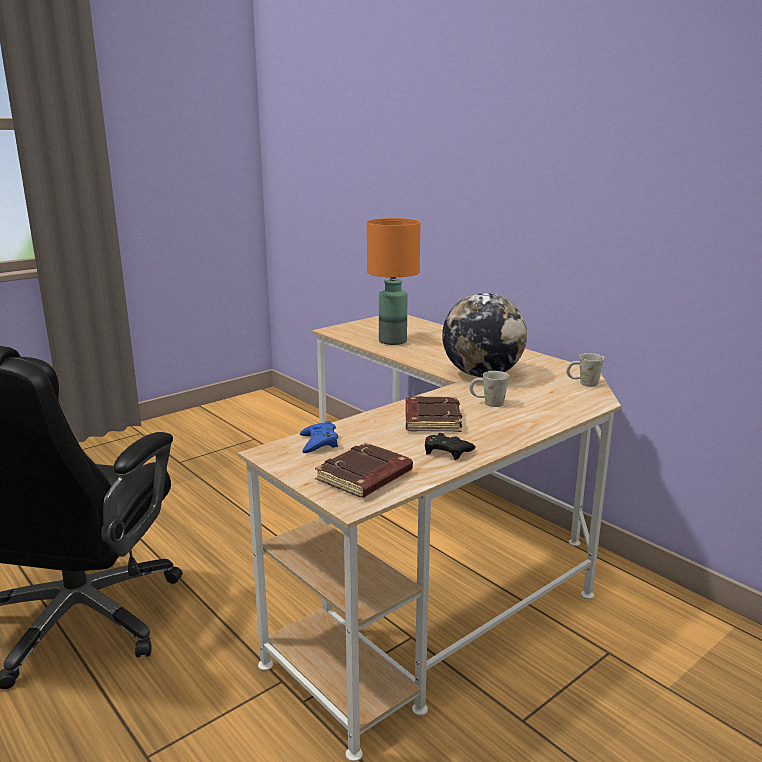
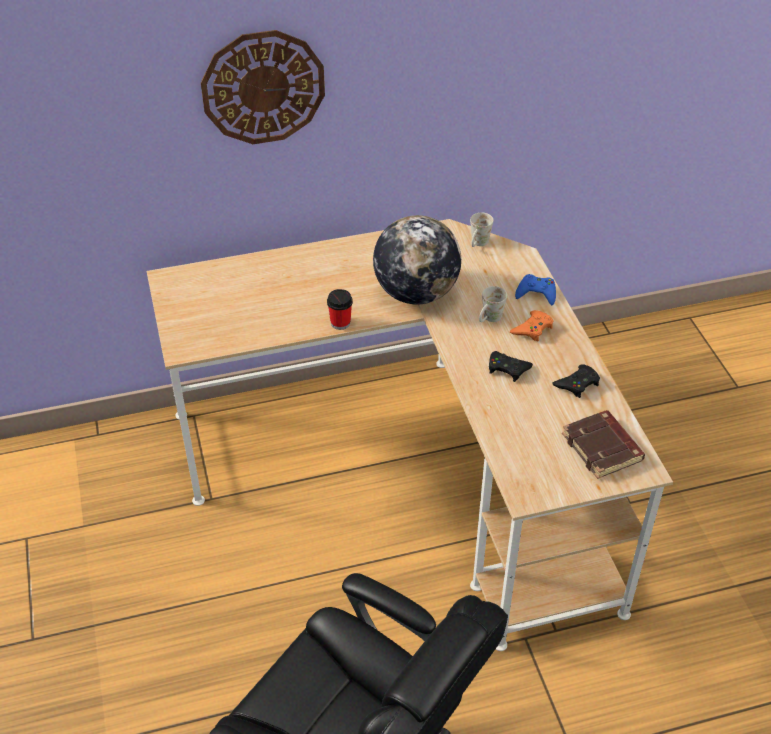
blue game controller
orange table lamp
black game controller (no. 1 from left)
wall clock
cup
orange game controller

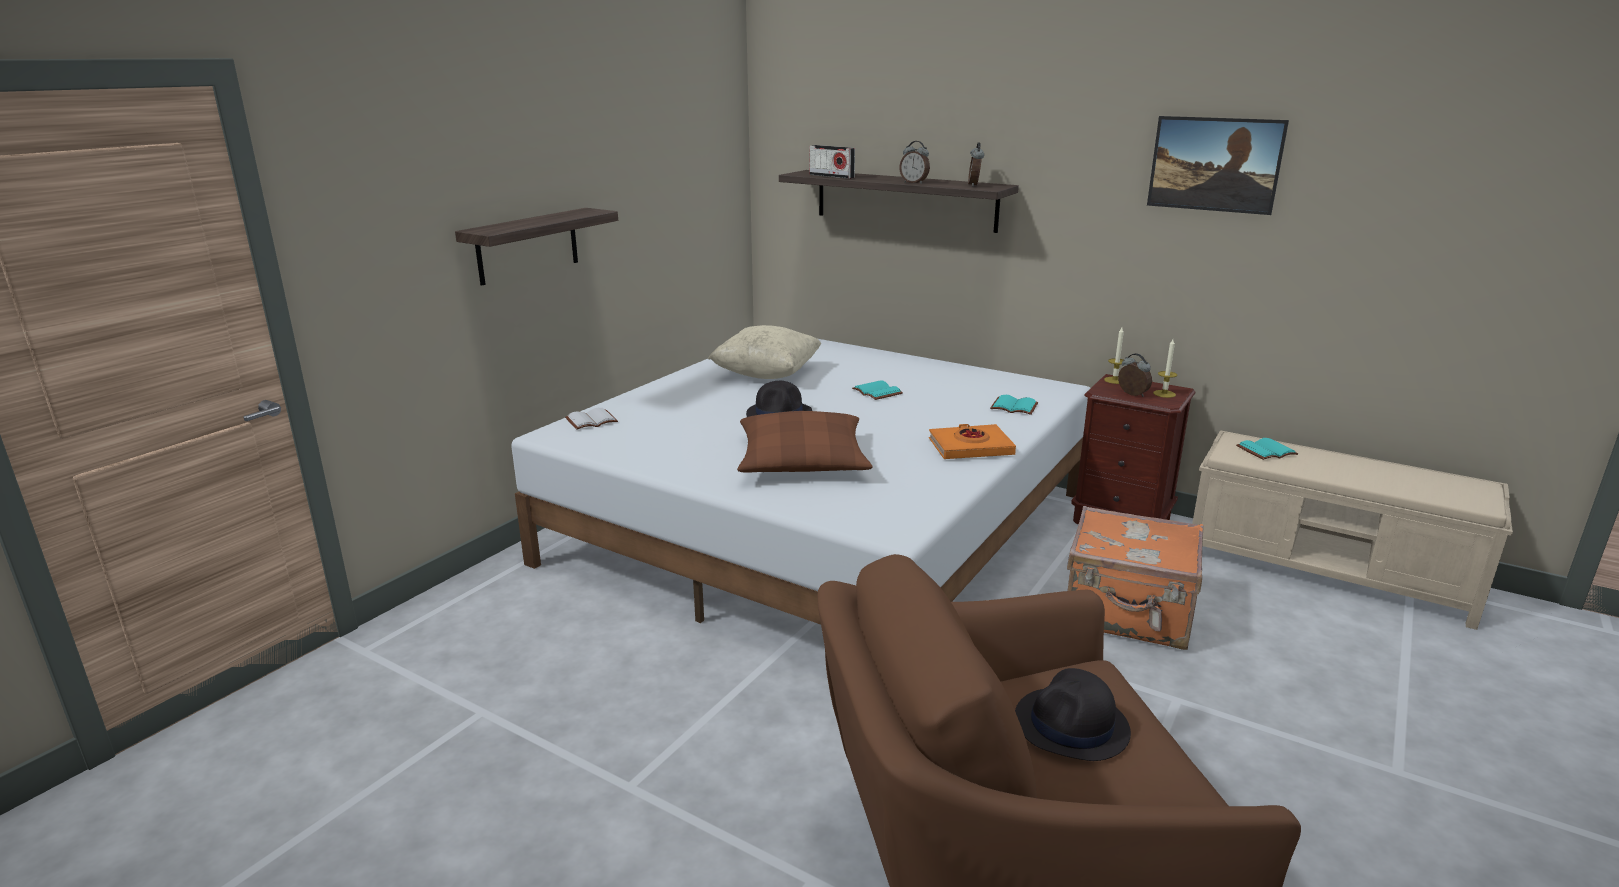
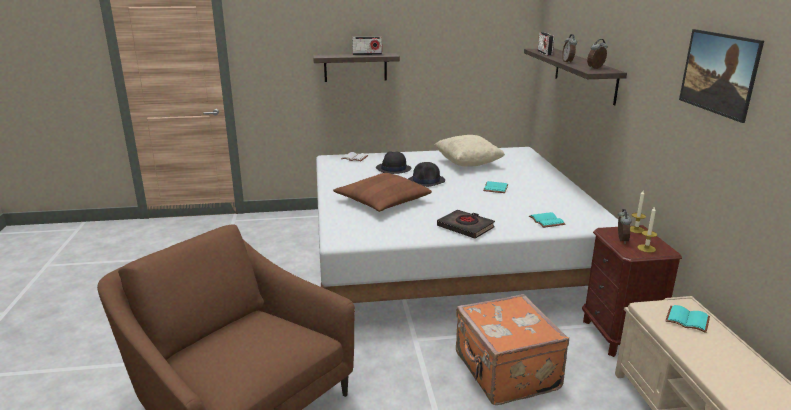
black book
black hat (no. 1 from left)
radio (no. 1 from left)

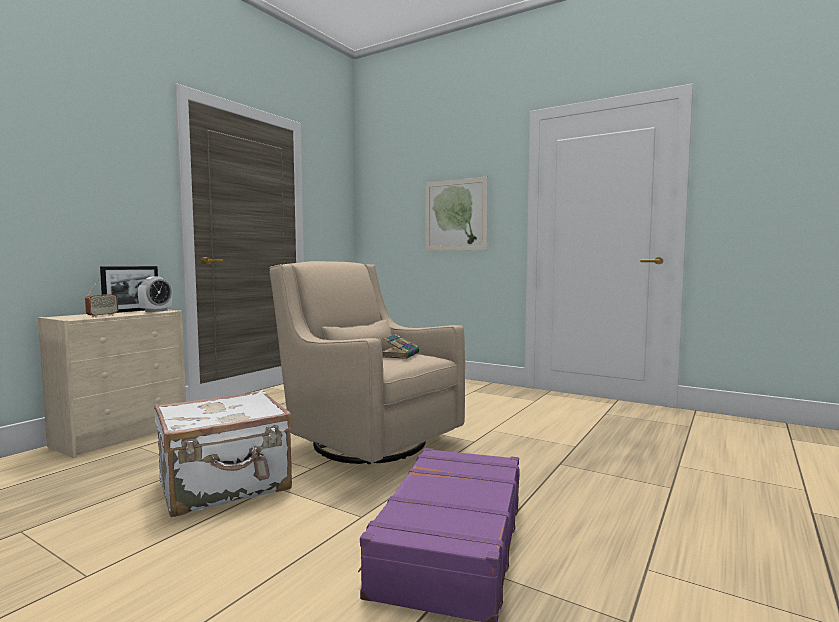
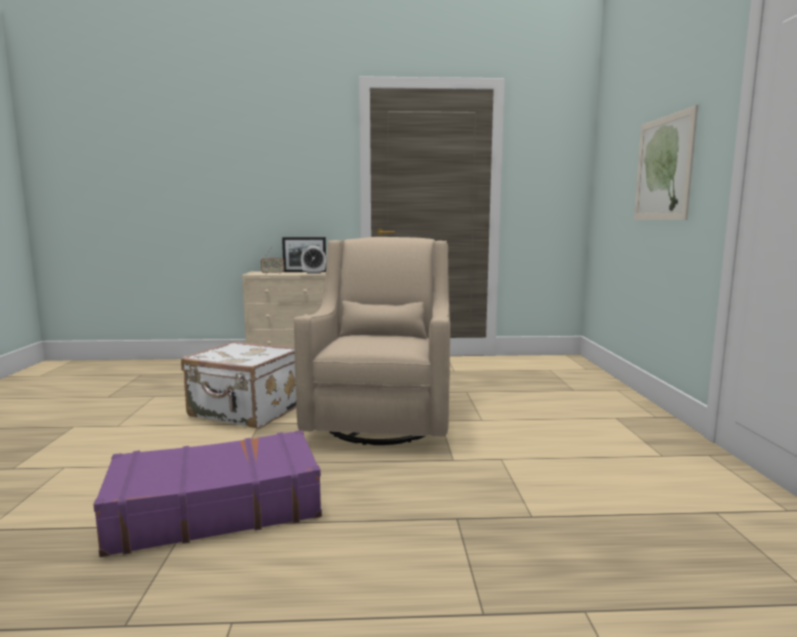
book

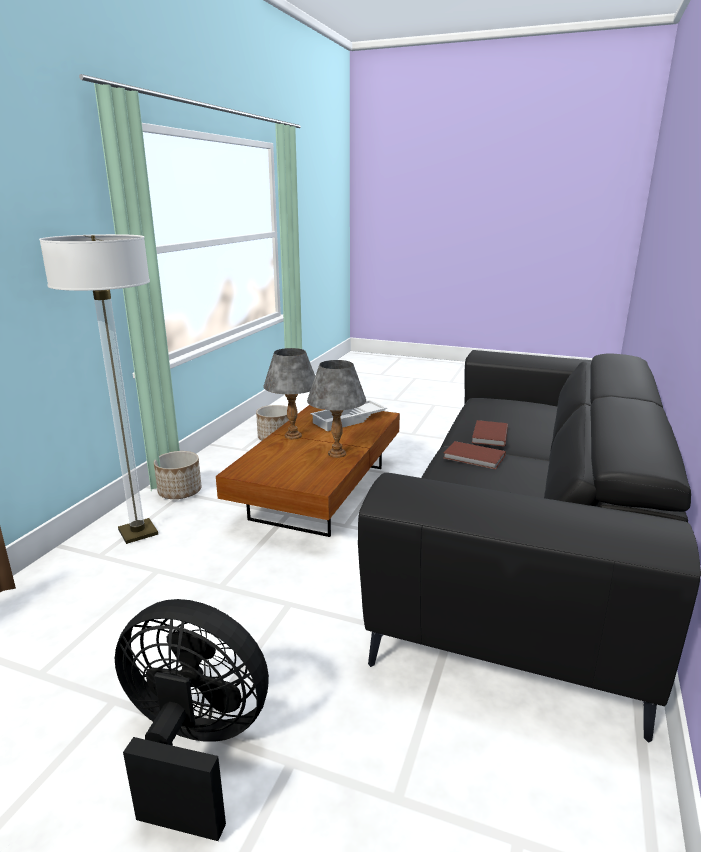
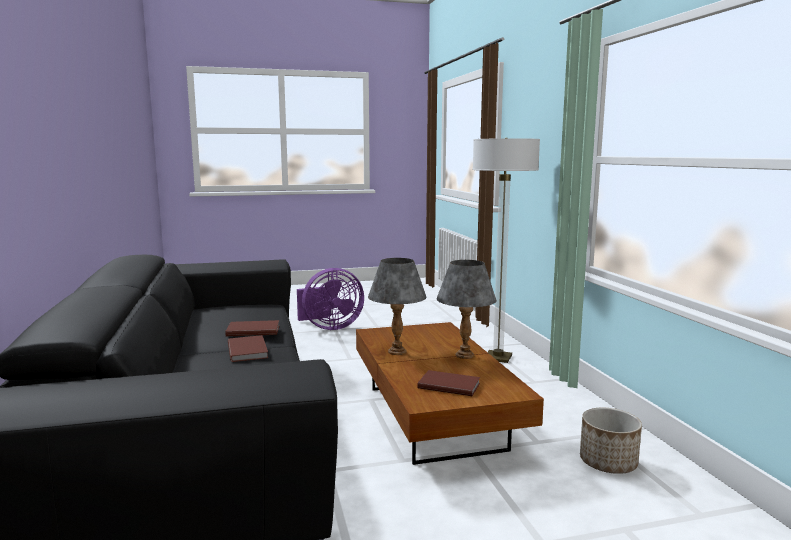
purple fan
planter (no. 1 from left in the first image)
brown book (no. 3 from left)

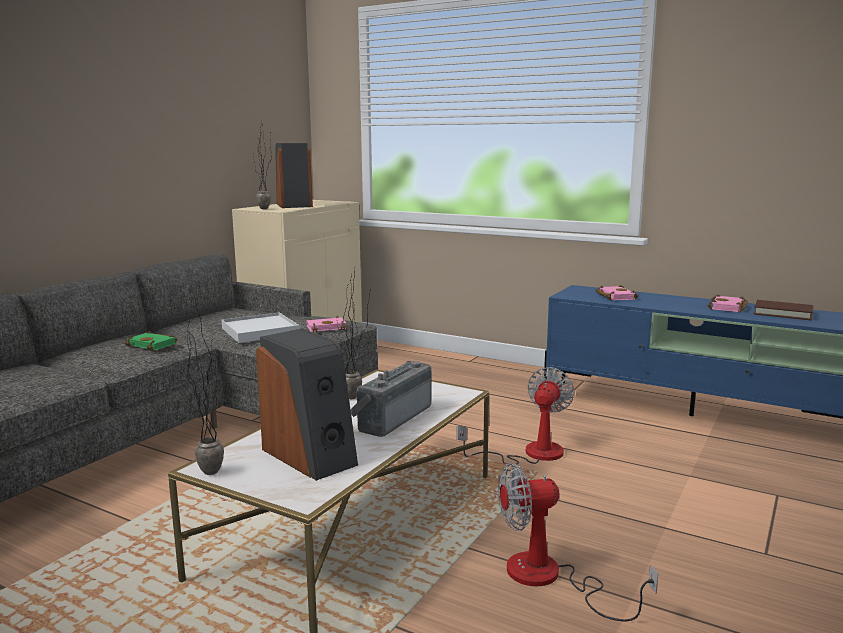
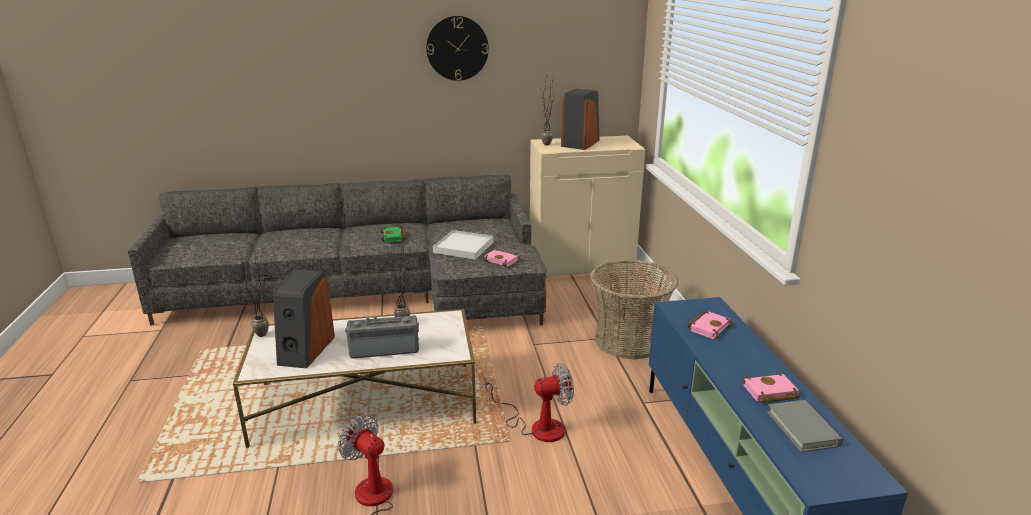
grey book
wall clock
basket

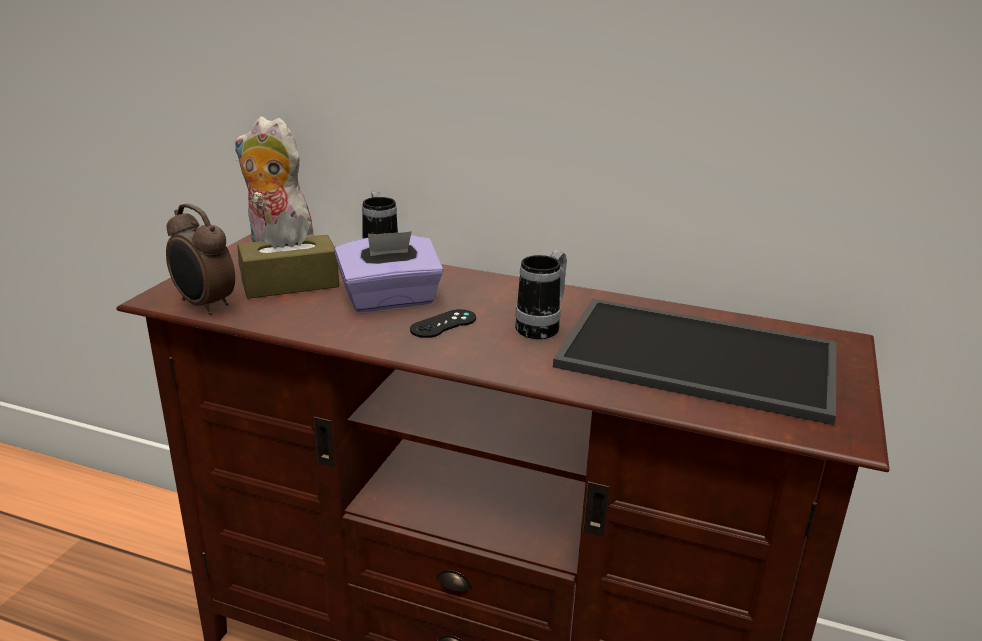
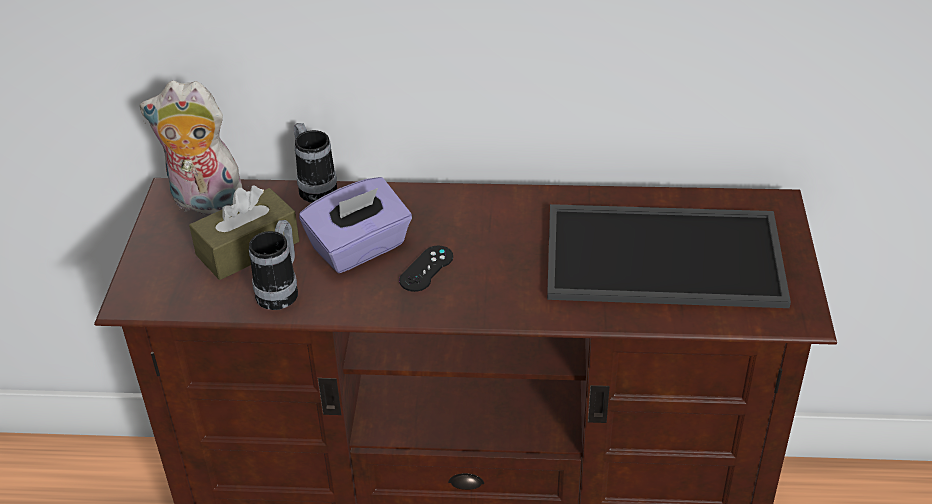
alarm clock
mug (no. 1 from left)

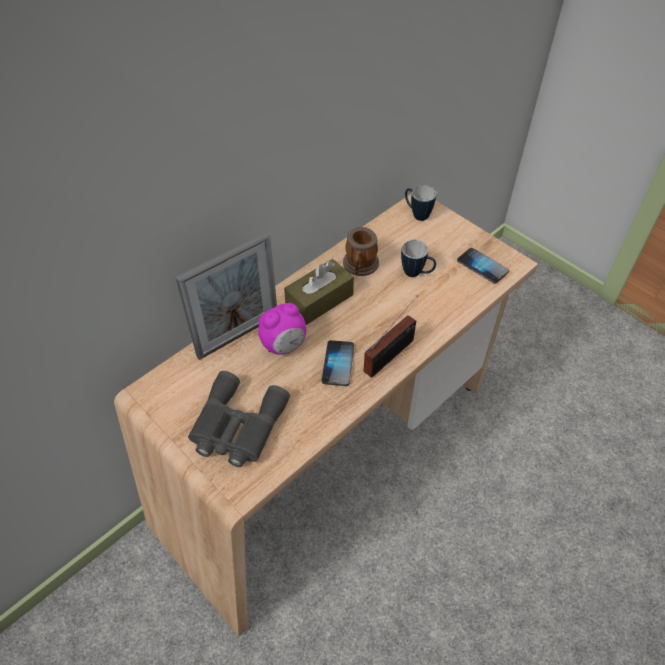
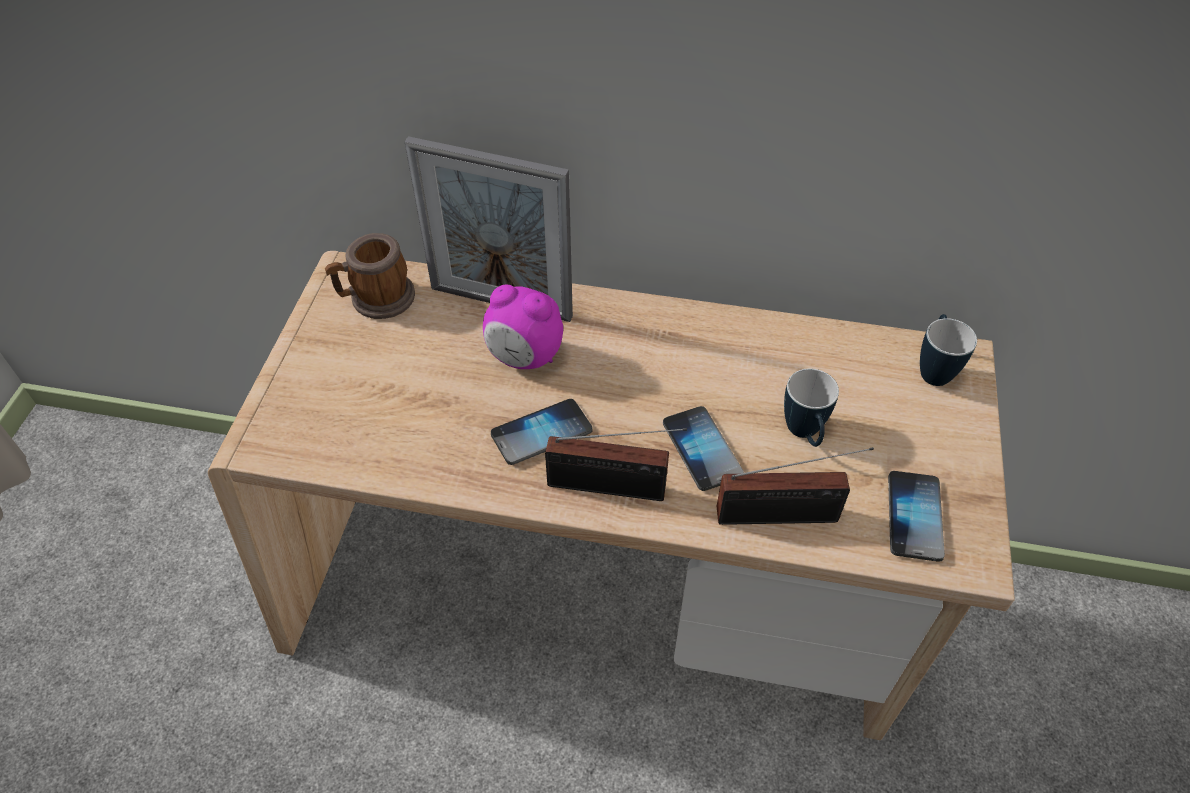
grey binoculars
brown tissue box
mug (no. 1 from left)
phone (no. 2 from left)
radio (no. 2 from left)

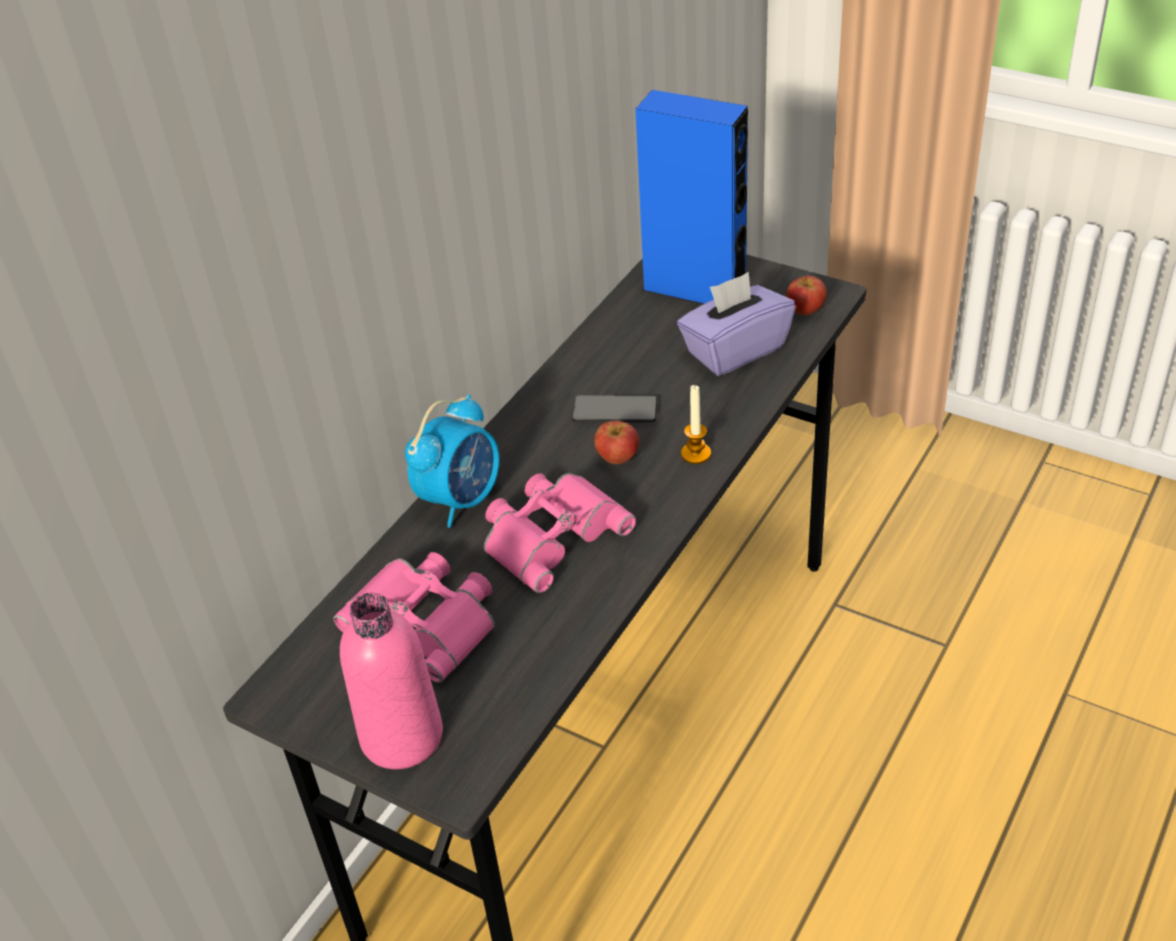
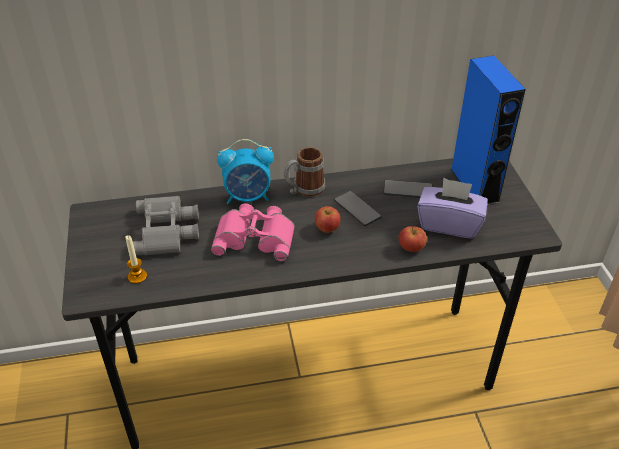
grey binoculars
pink bottle
candle
apple (no. 2 from left)
mug
phone (no. 2 from left)

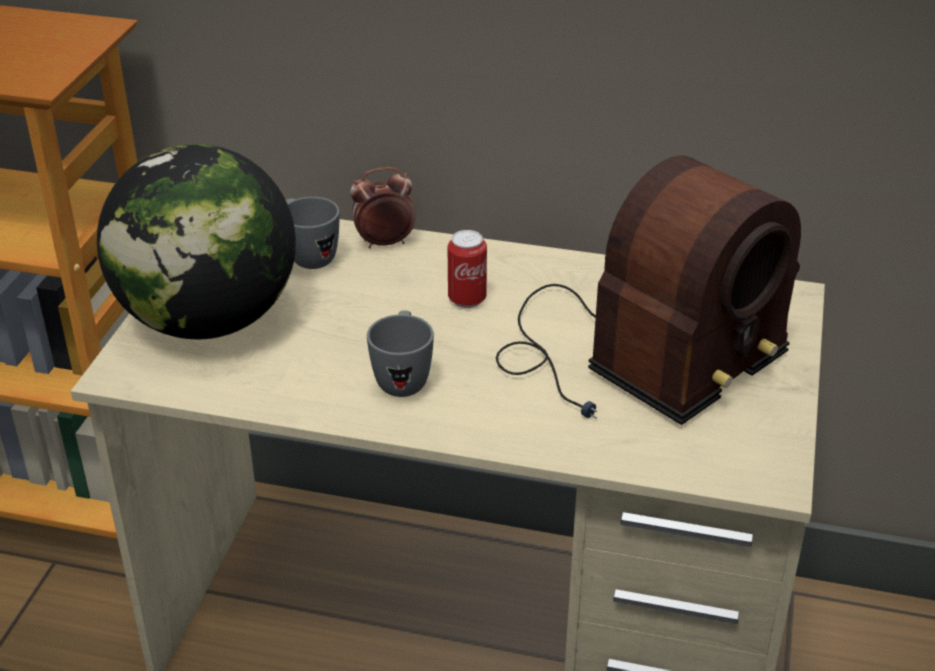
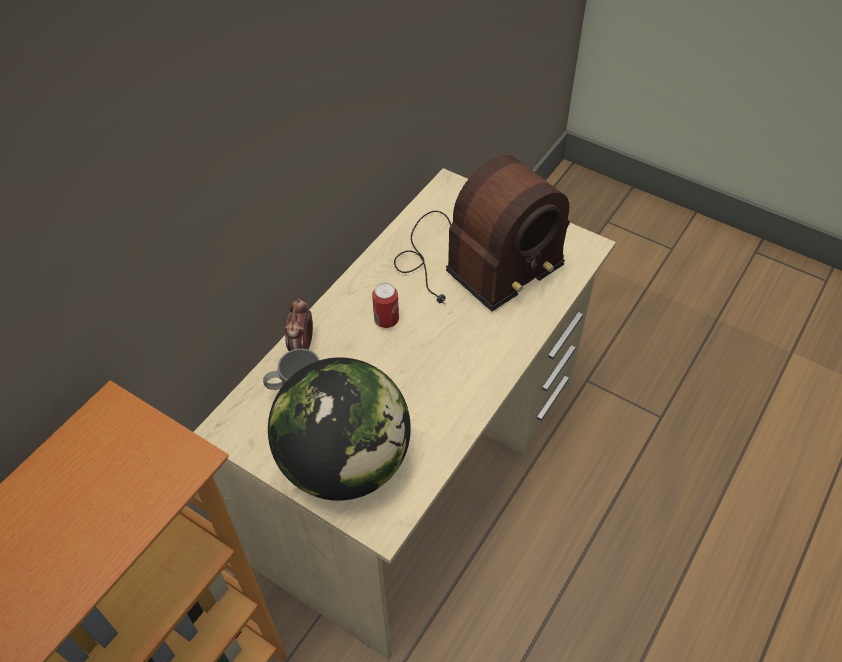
grey mug (no. 2 from left in the first image)
radio

